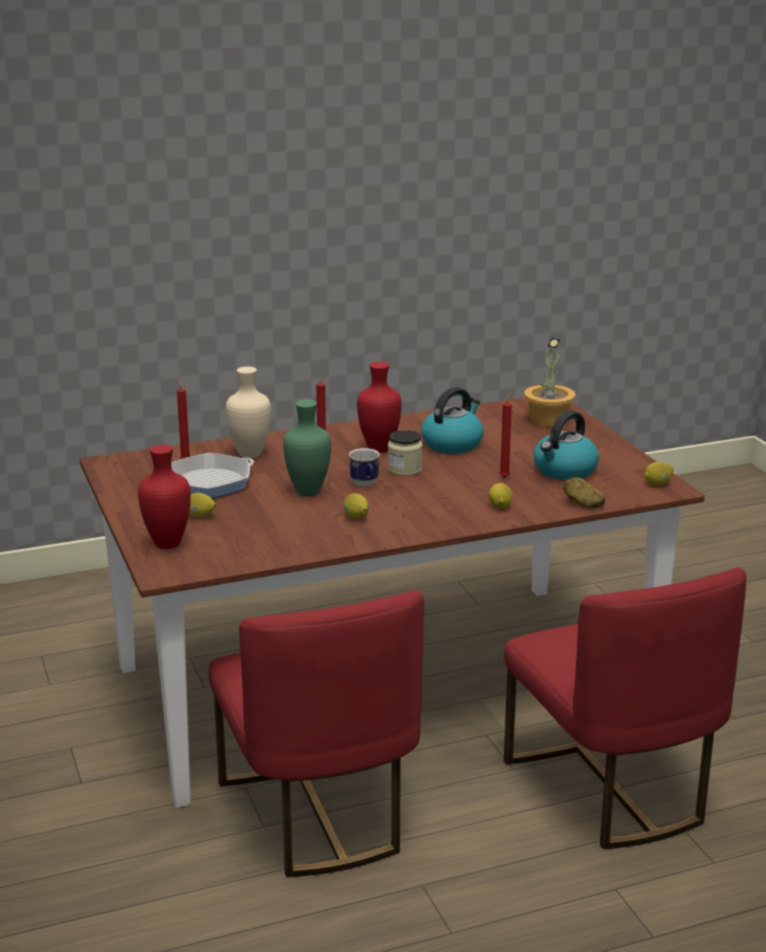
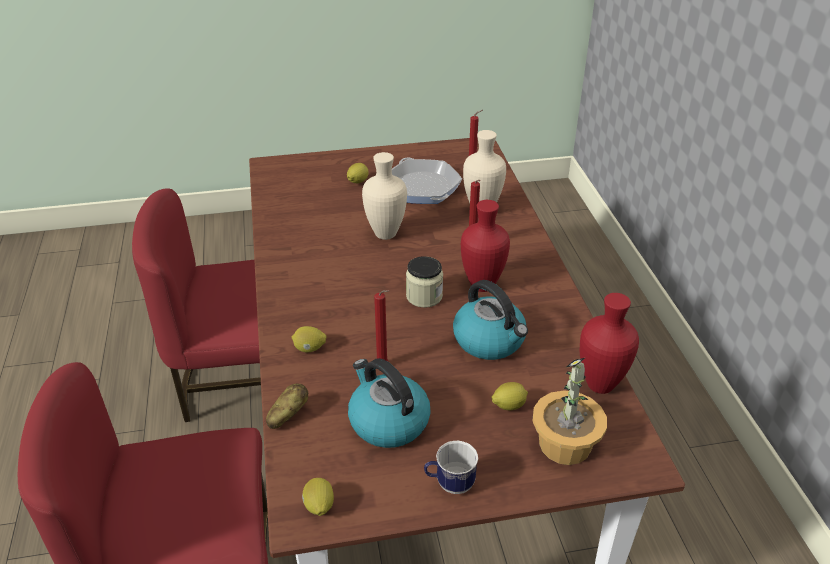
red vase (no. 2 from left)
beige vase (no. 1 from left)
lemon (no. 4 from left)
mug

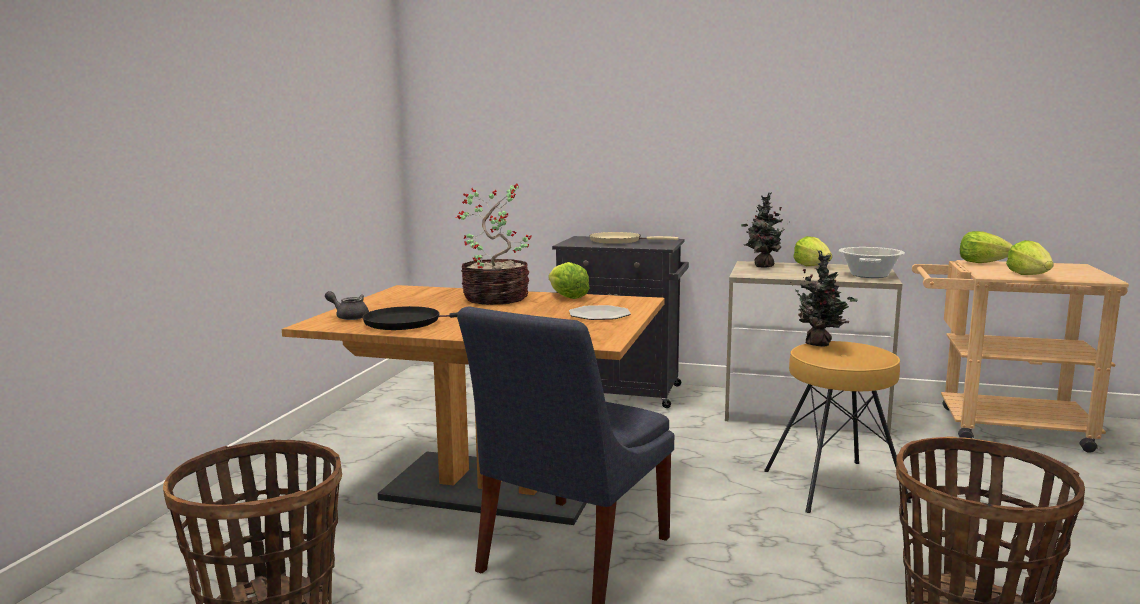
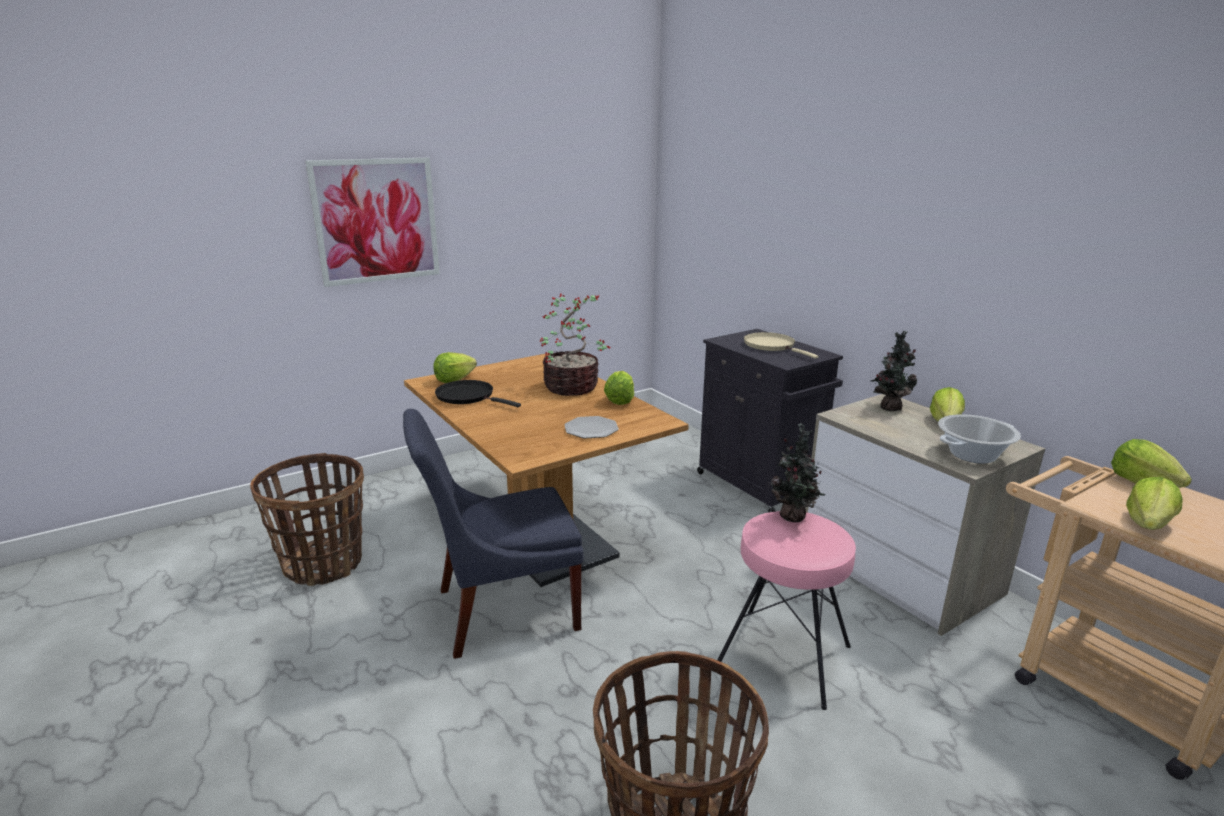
lettuce (no. 1 from left)
pink stool
picture

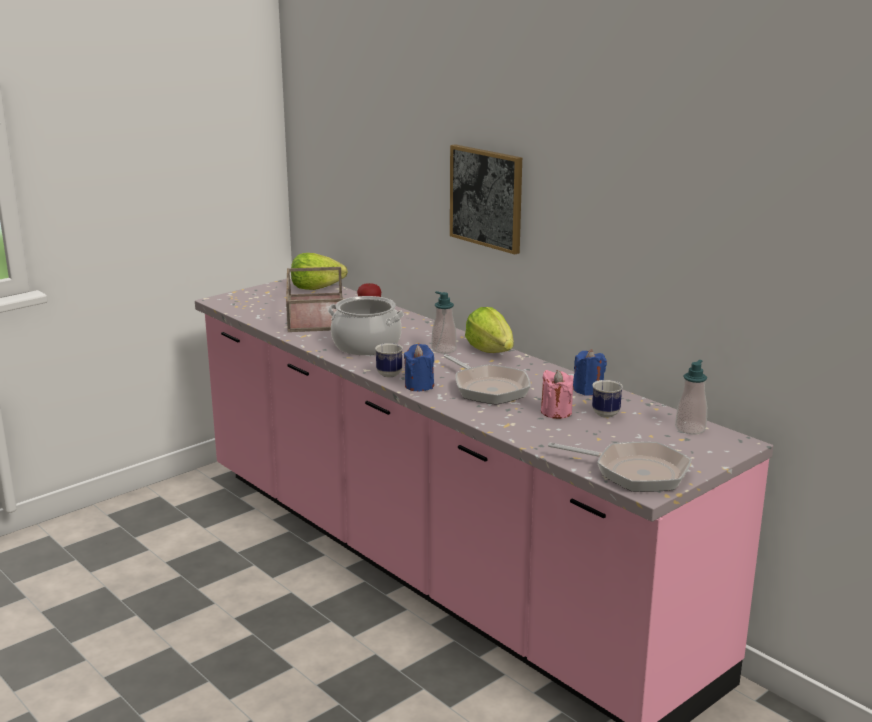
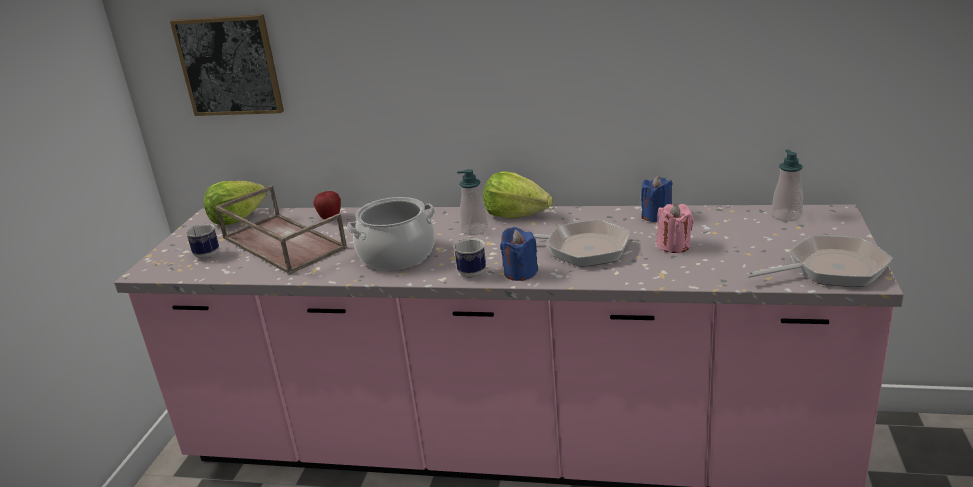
picture
mug (no. 1 from left)

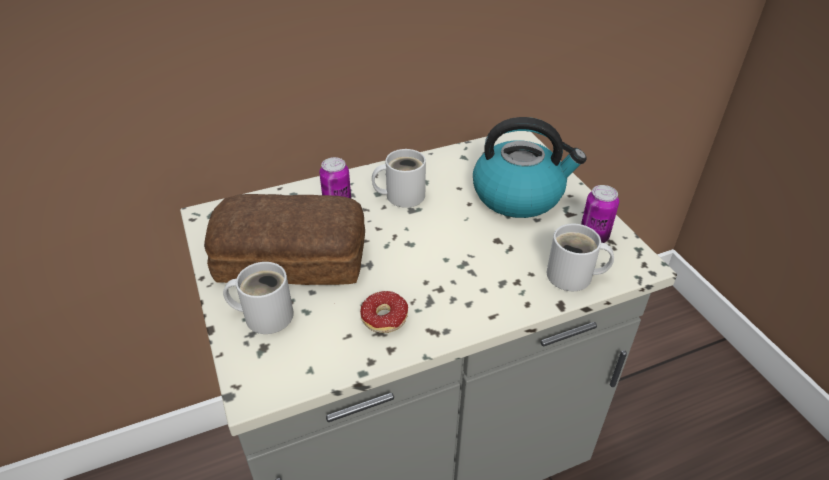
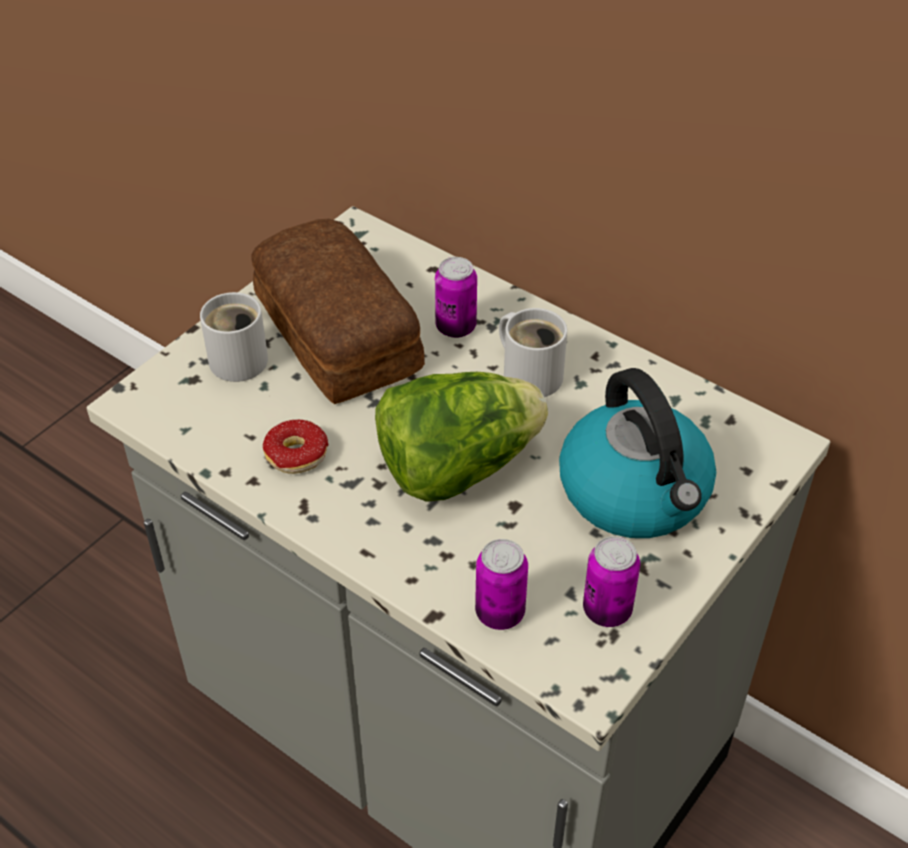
can (no. 2 from left)
lettuce

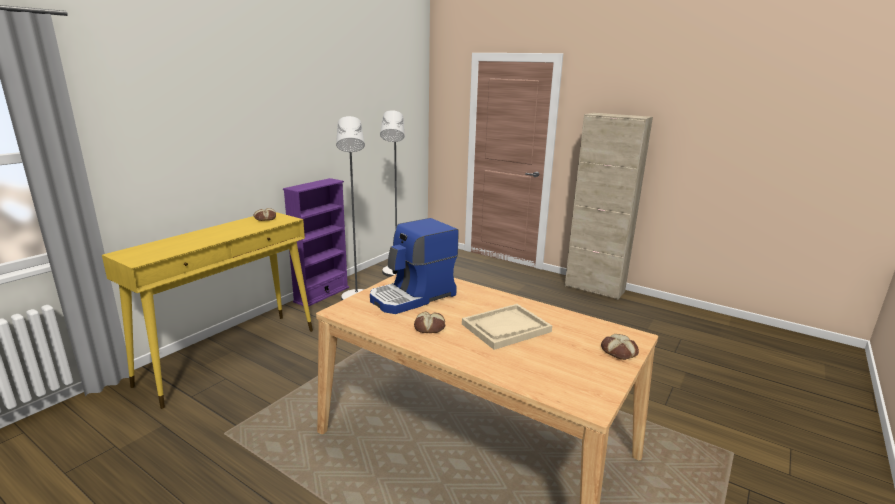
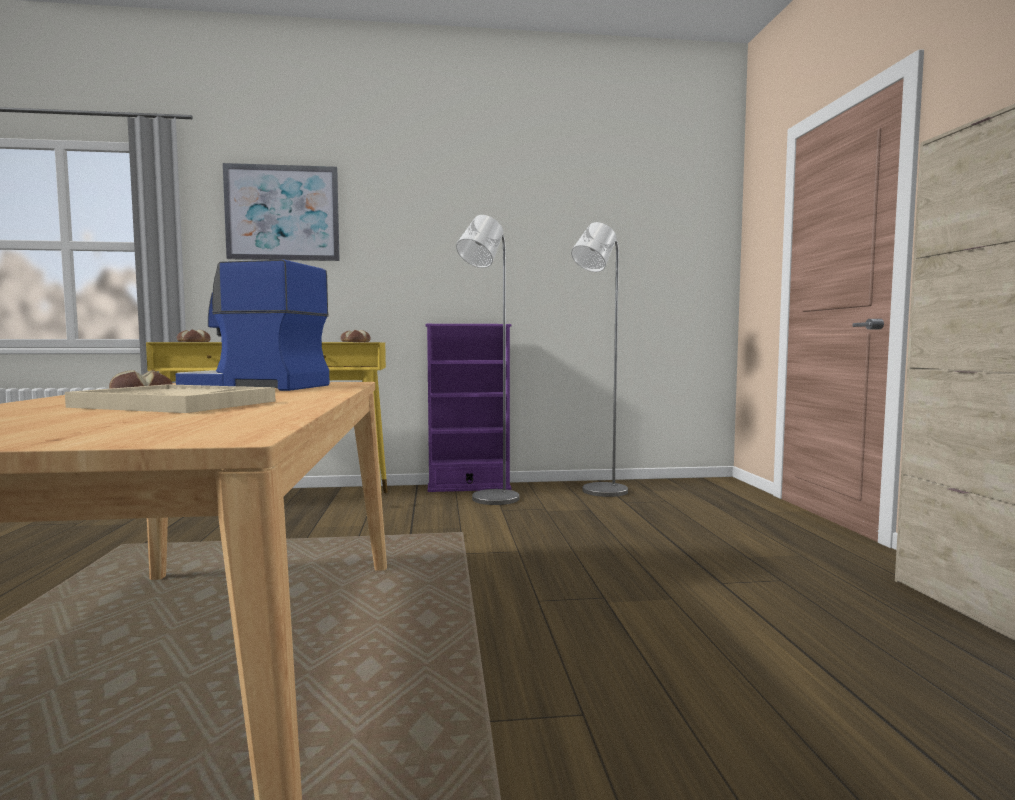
bread (no. 2 from left)
picture

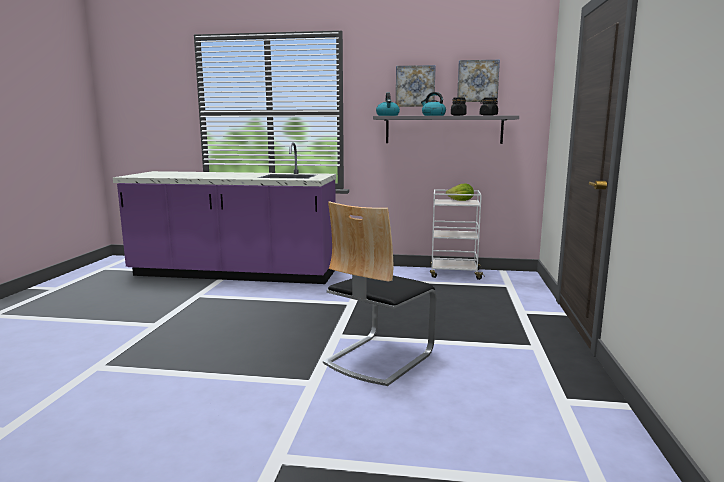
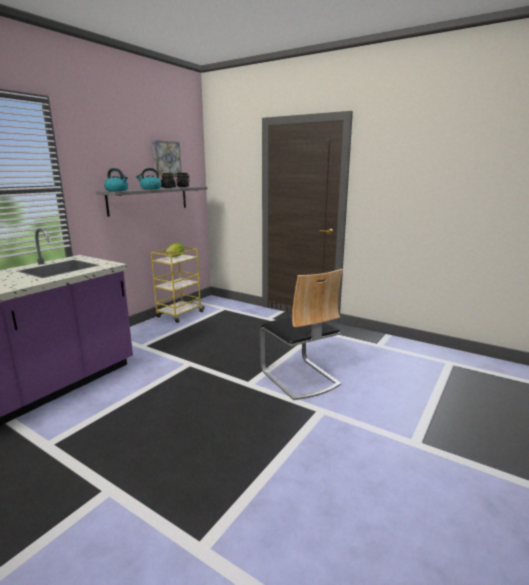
picture (no. 1 from left in the first image)
yellow cart

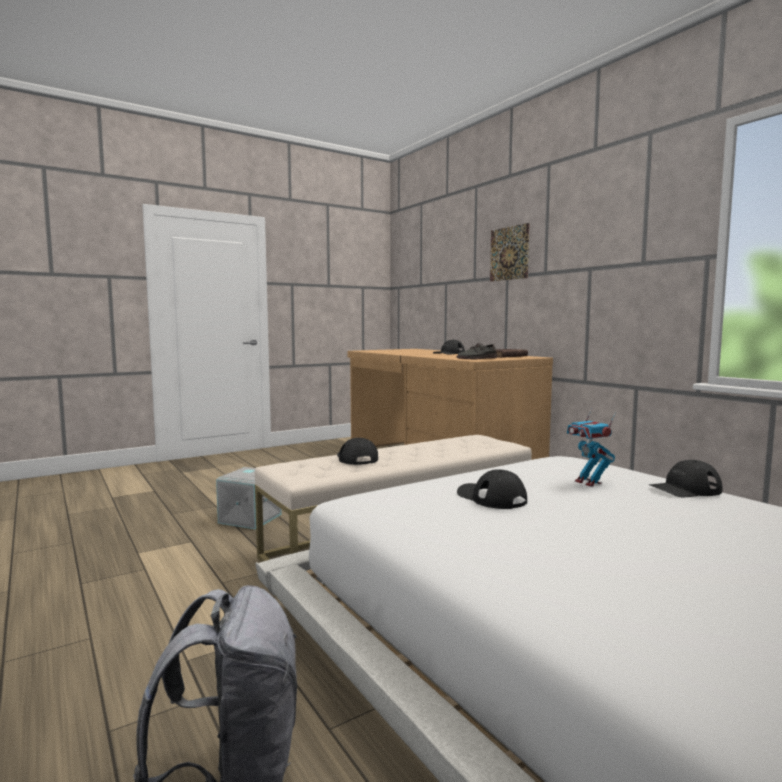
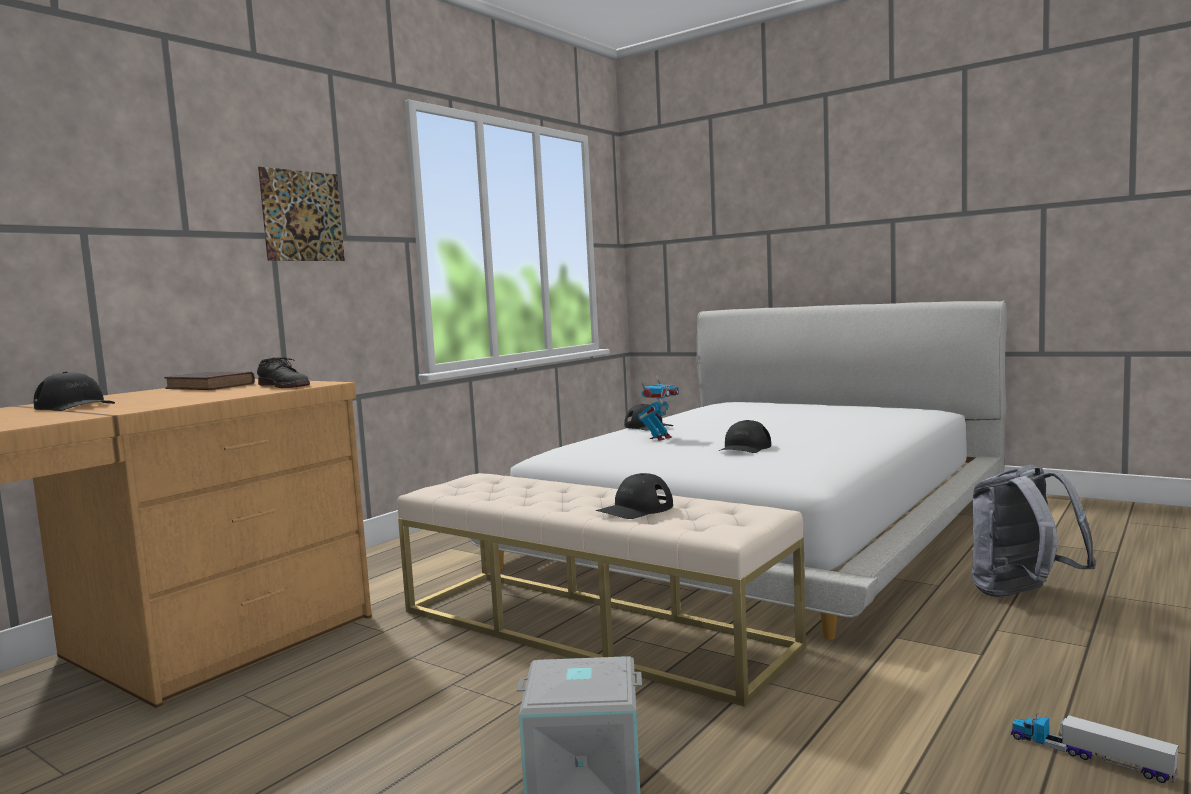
picture
toy truck

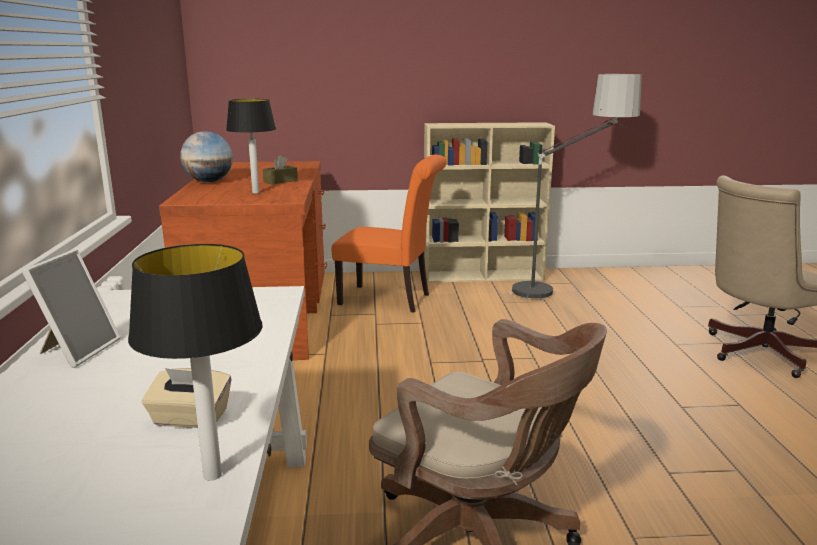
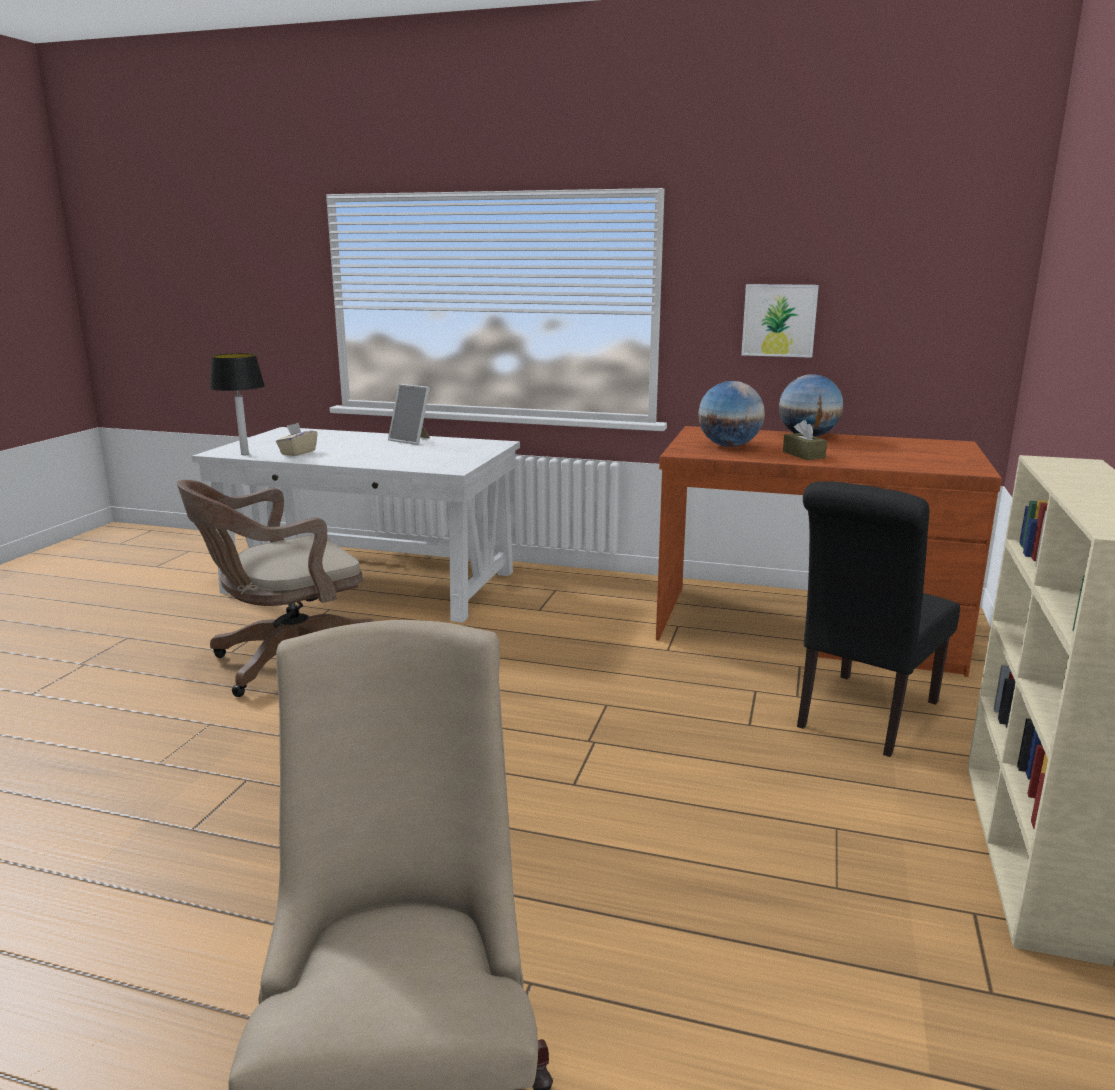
globe (no. 1 from left)
black chair
floor lamp
picture

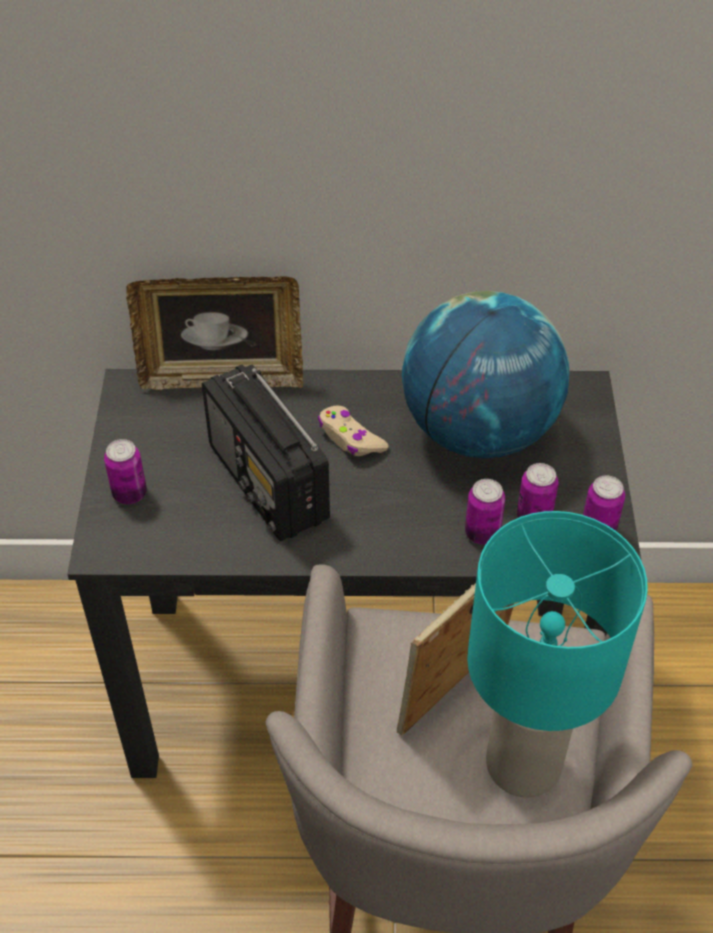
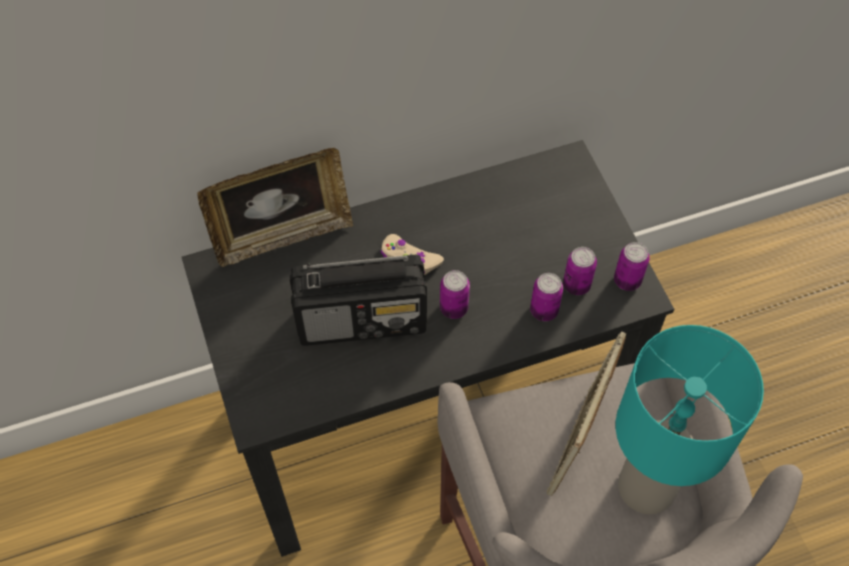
can (no. 1 from left)
radio
globe

